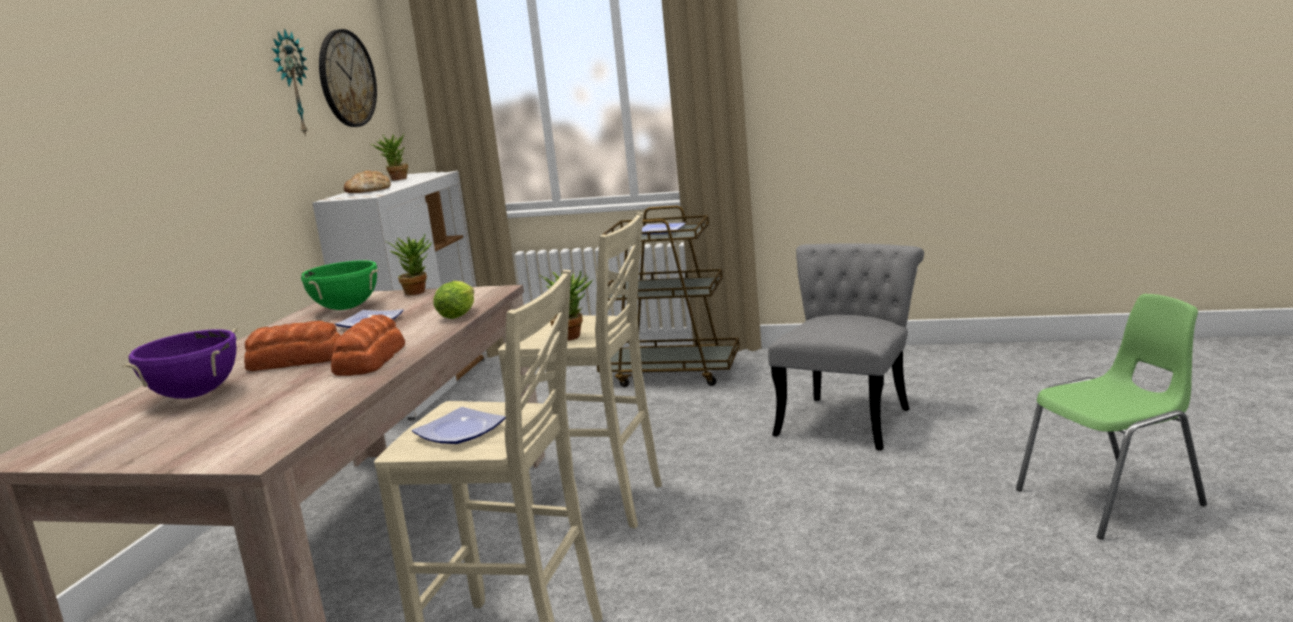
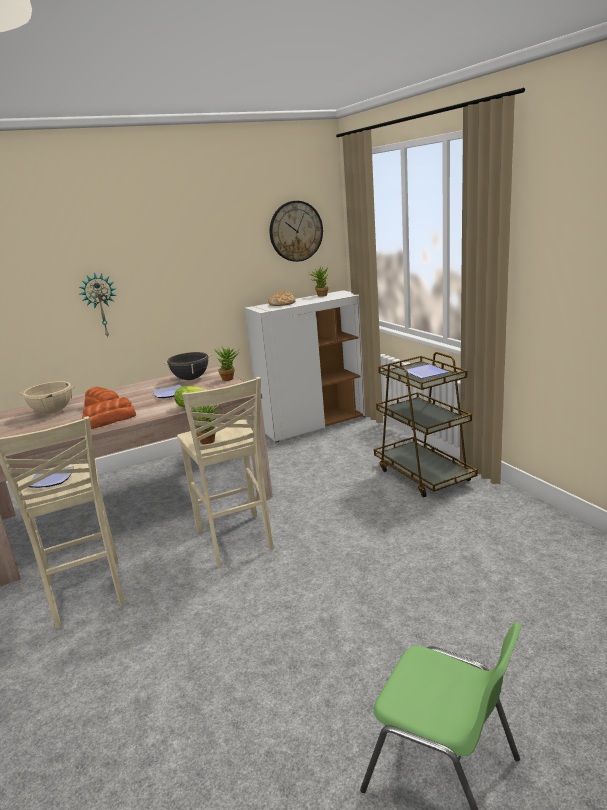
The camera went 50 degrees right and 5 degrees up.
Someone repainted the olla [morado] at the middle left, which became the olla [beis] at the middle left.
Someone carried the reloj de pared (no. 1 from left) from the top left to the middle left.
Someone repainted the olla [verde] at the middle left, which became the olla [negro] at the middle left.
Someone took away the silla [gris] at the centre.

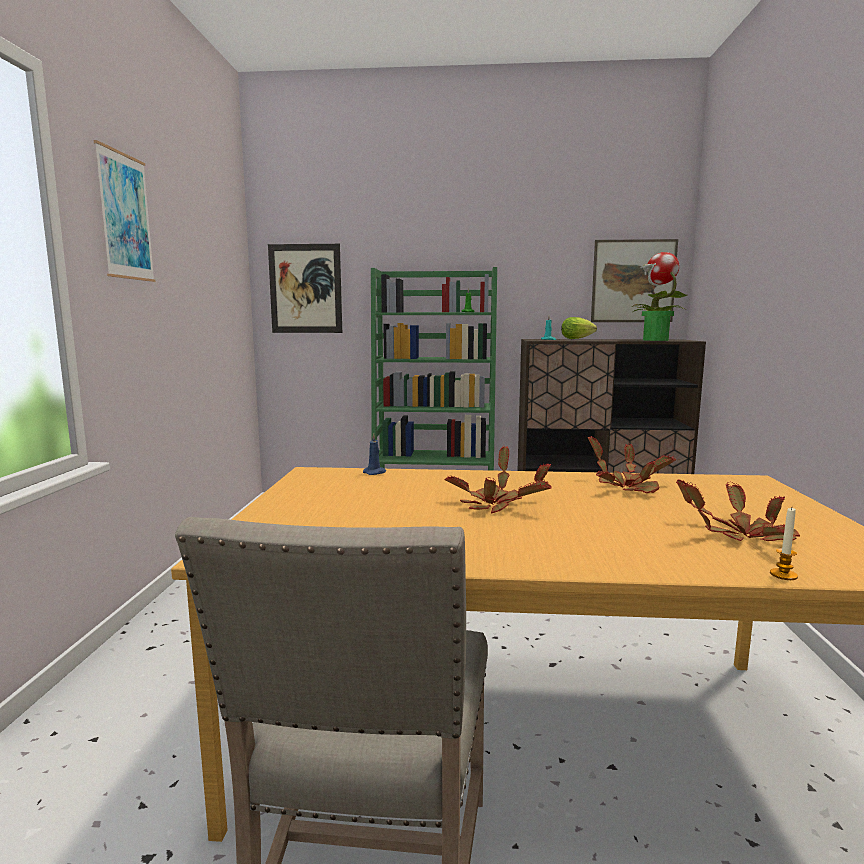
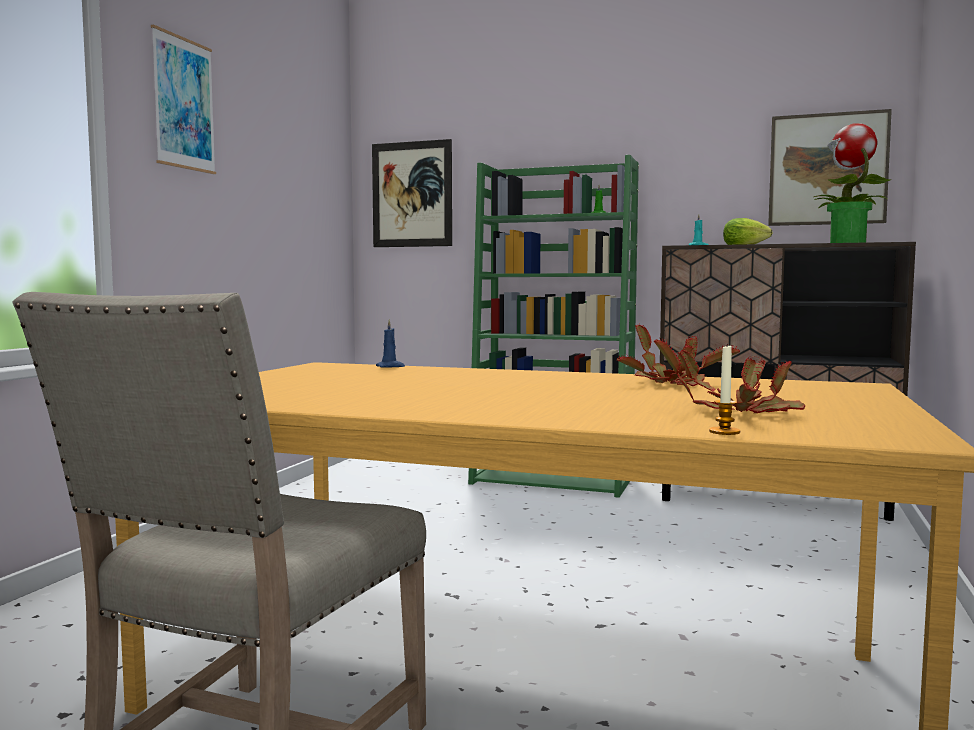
The camera went 15 degrees right and 5 degrees down.
Someone took away the planta en maceta (no. 1 from left) at the centre.

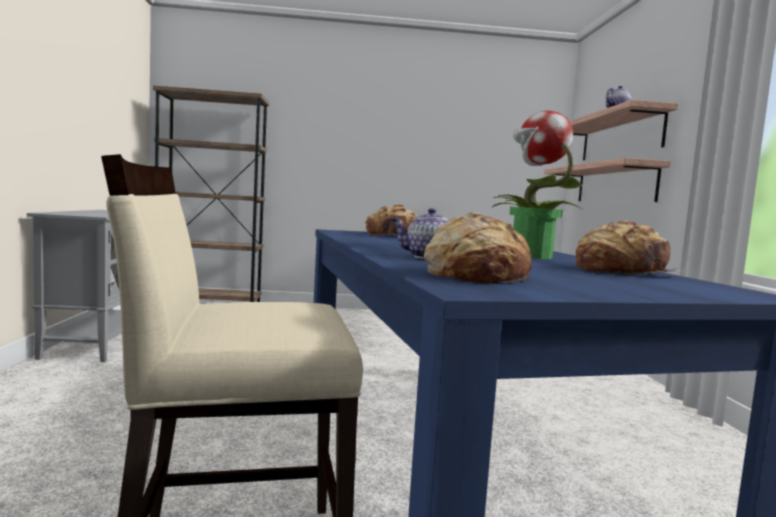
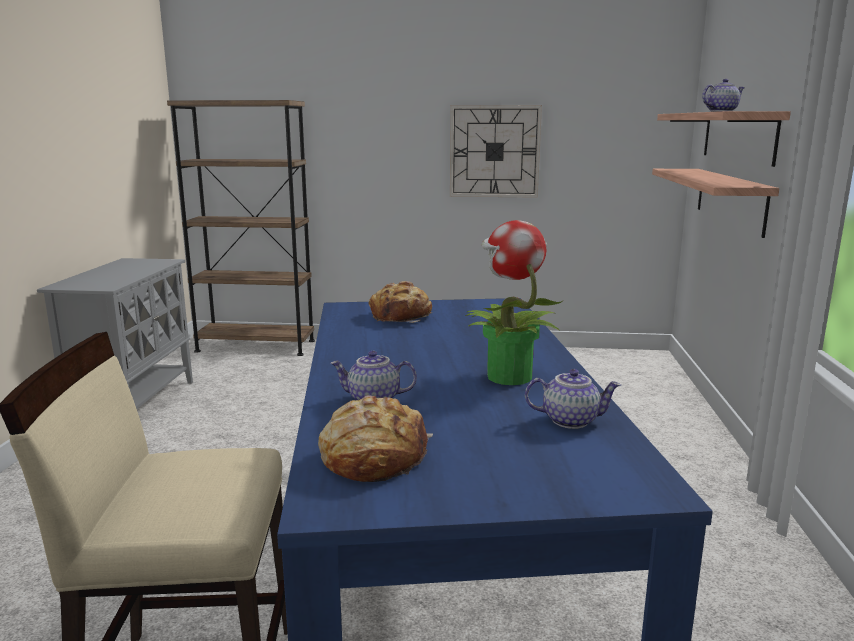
The camera went 10 degrees right and 10 degrees up.
Someone put up the reloj de pared at the top centre.
Someone swapped the pan (no. 3 from left) at the middle right for the tetera (no. 2 from left) at the middle right.

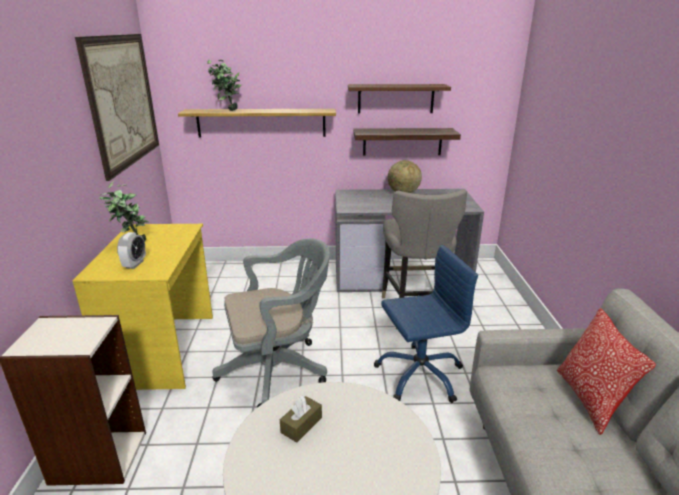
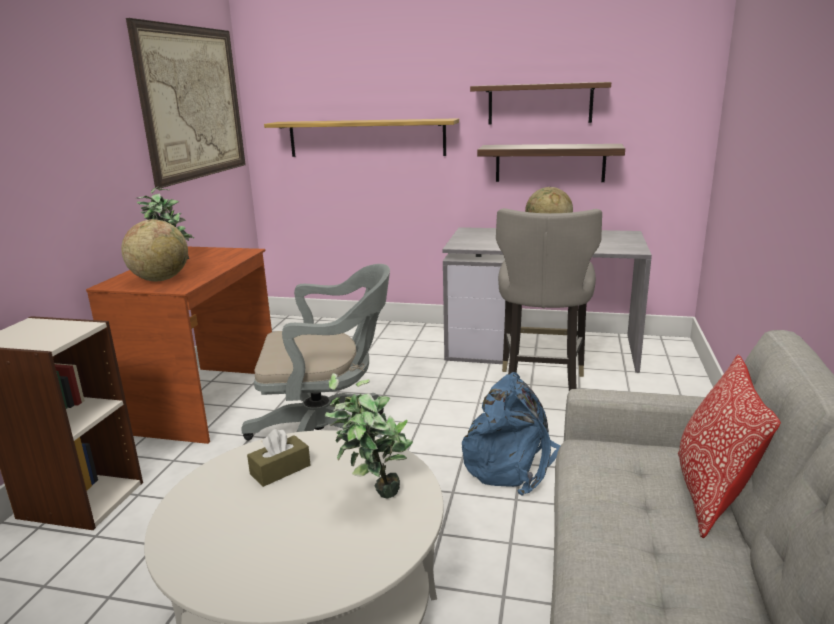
The camera went 15 degrees right and 5 degrees down.
Someone repainted the escritorio [amarillo] at the middle left, which became the escritorio [marrón] at the middle left.
Someone swapped the despertador at the middle left for the globo terráqueo (no. 1 from left) at the middle left.
Someone carried the planta en maceta (no. 2 from left) from the top left to the bottom centre.
Someone swapped the silla de oficina [azul] at the centre for the mochila [azul] at the bottom centre.

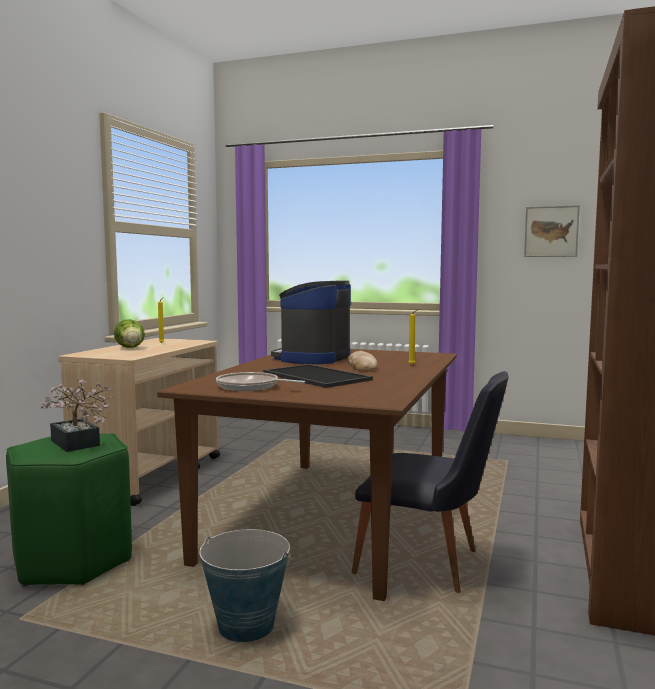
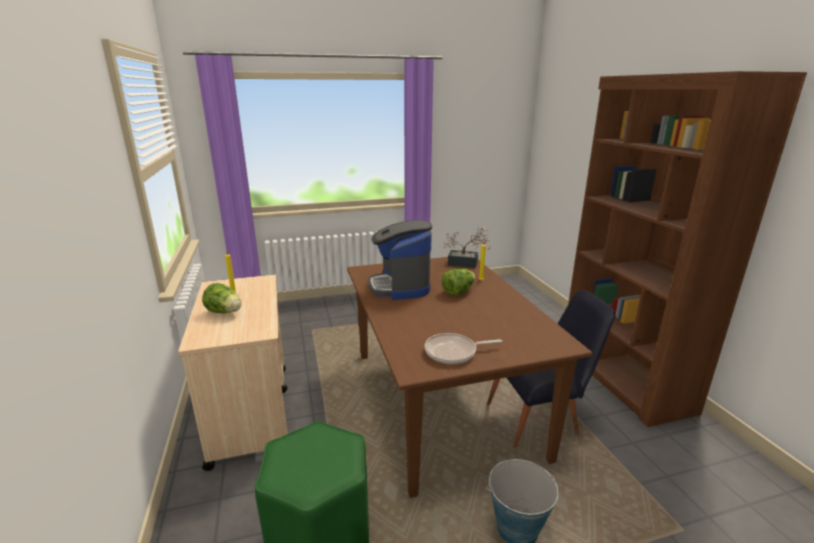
The camera went 35 degrees left and 15 degrees up.
Someone swapped the pan at the centre for the lechuga (no. 2 from left) at the centre.
Someone carried the planta en maceta from the middle left to the centre.
Someone took away the bandeja at the centre.
Someone took away the cuadro at the middle right.

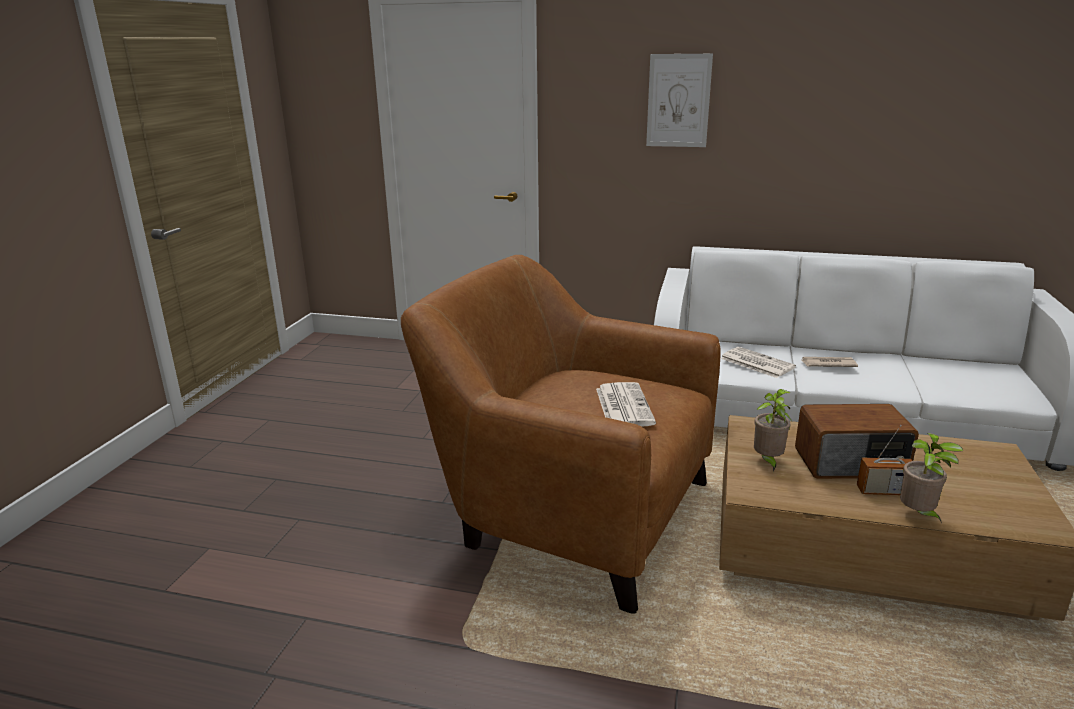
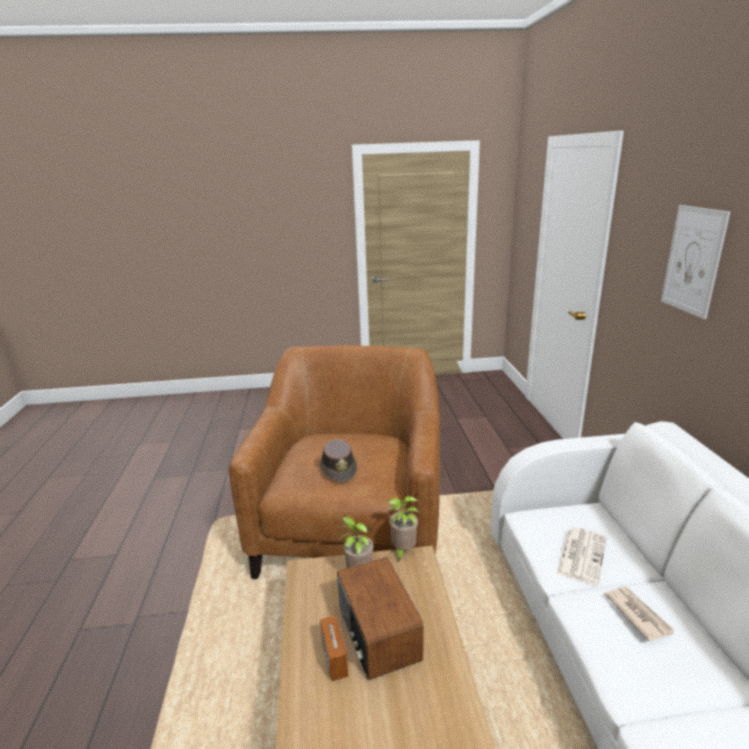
The camera went 70 degrees right and 0 degrees up.
Someone swapped the periódico (no. 1 from left) at the centre for the sombrero [marrón] at the centre.
Someone carried the planta en maceta (no. 2 from left) from the bottom right to the bottom centre.

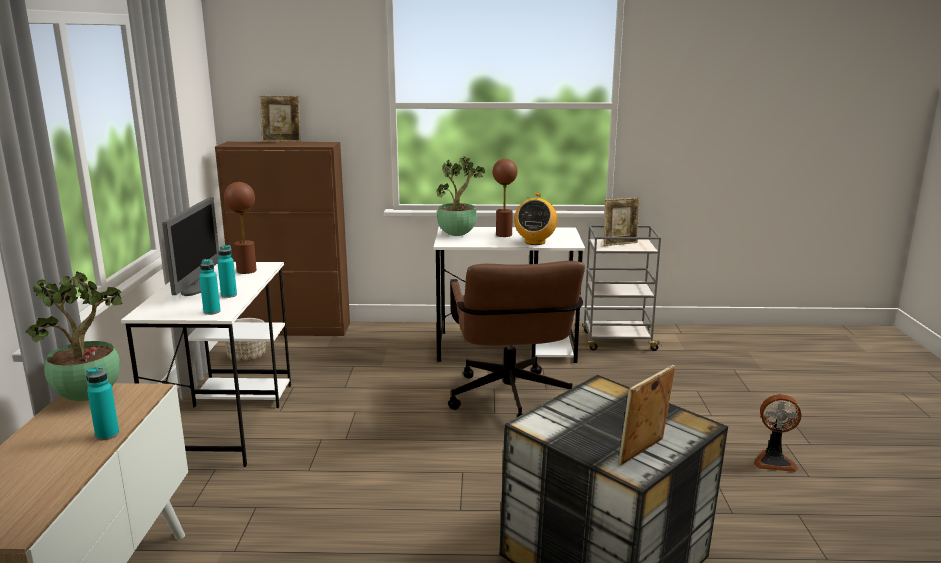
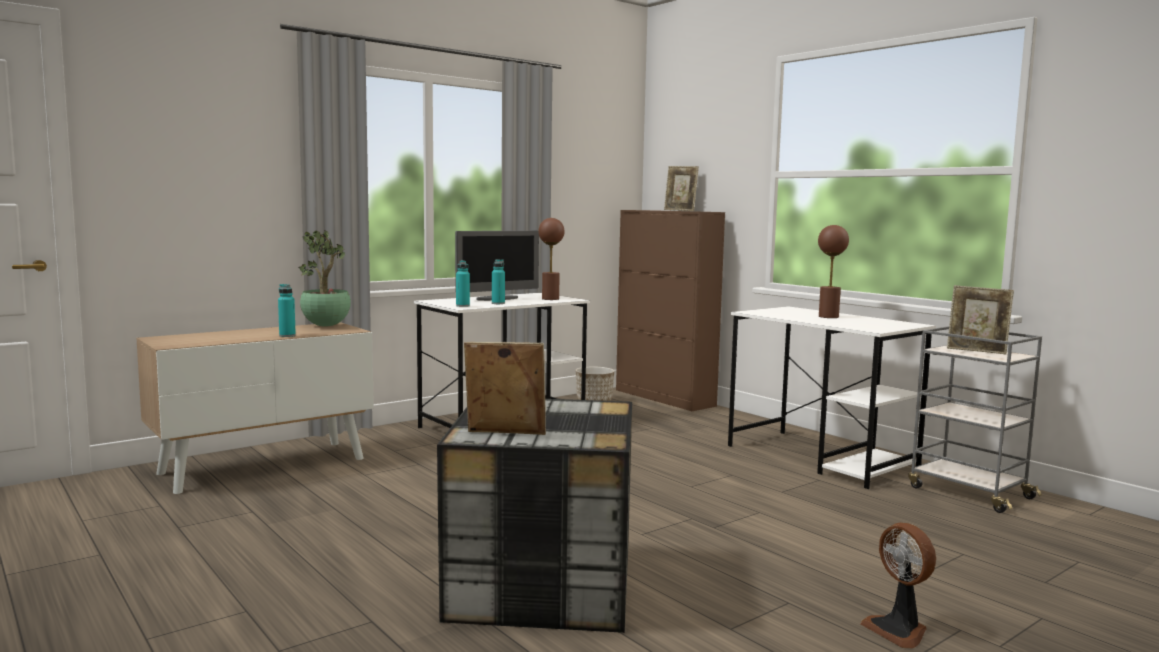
The camera went 50 degrees right and 10 degrees down.
Someone took away the planta en maceta (no. 2 from left) at the centre.
Someone took away the silla de oficina [marrón] at the centre.
Someone took away the radio at the centre.

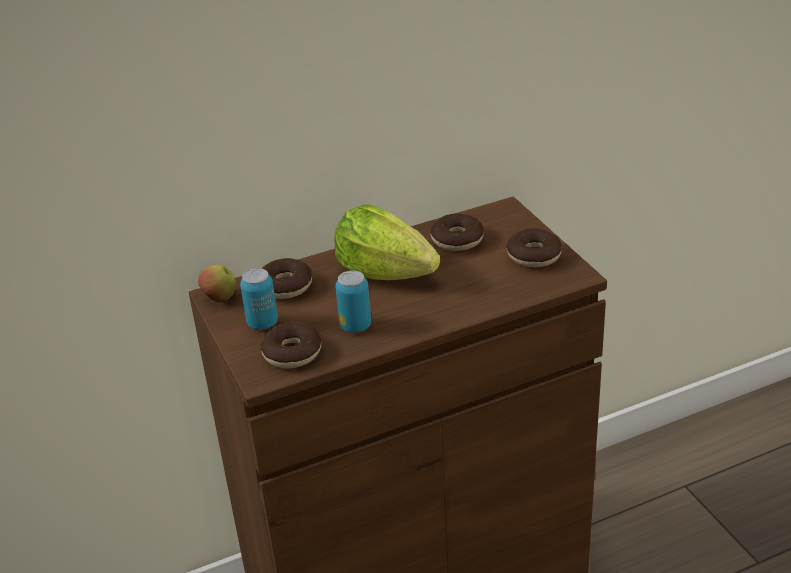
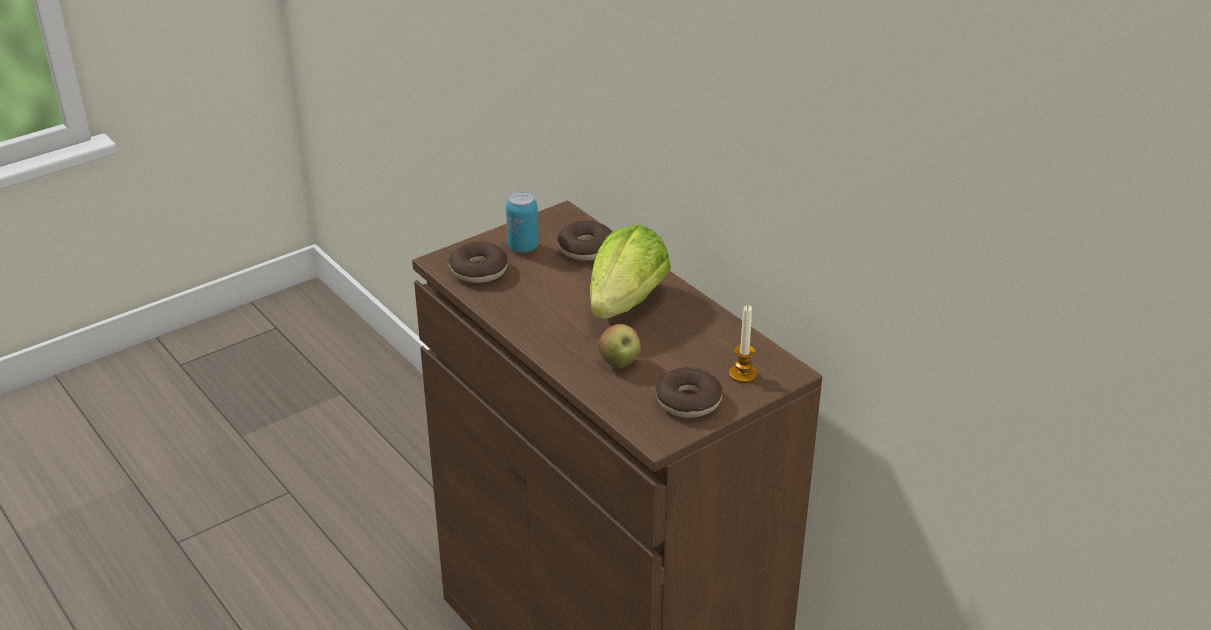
The camera went 75 degrees right and 0 degrees up.
Someone carried the manzana from the middle left to the centre.
Someone put down the vela at the centre.
Someone took away the lata (no. 2 from left) at the centre.
Someone took away the rosquilla (no. 3 from left) at the centre.

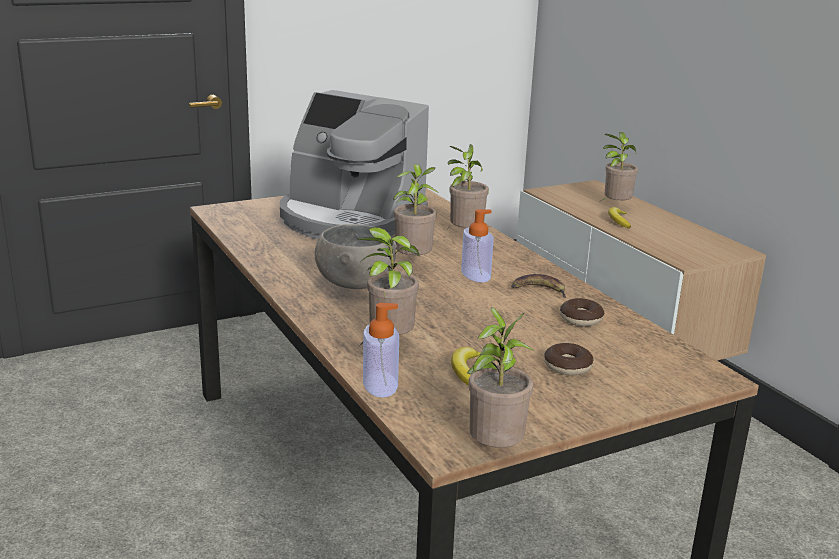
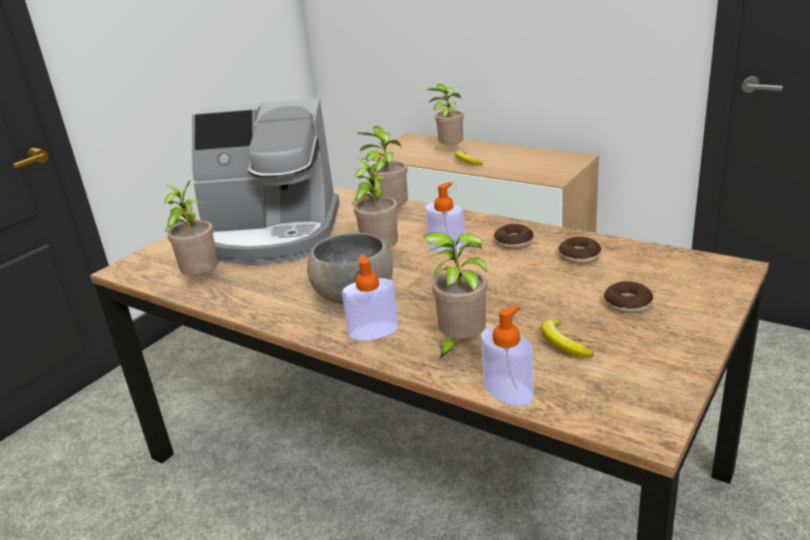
The camera went 25 degrees left and 5 degrees up.
Someone carried the planta en maceta (no. 4 from left in the first image) from the bottom centre to the middle left.
Someone put down the dispensador de jabón (no. 1 from left) at the centre.
Someone swapped the plátano (no. 2 from left) at the centre for the rosquilla (no. 1 from left) at the centre.

